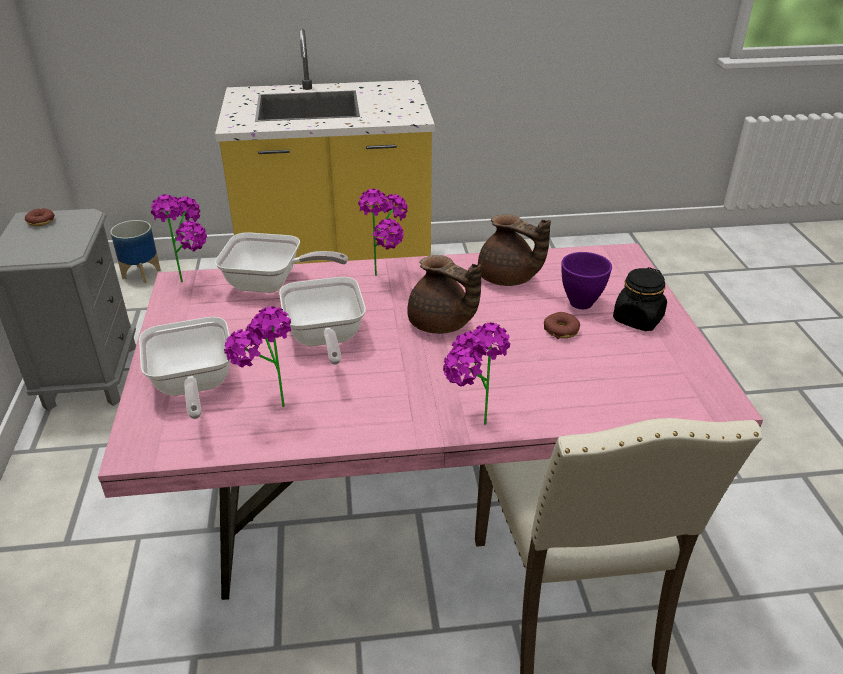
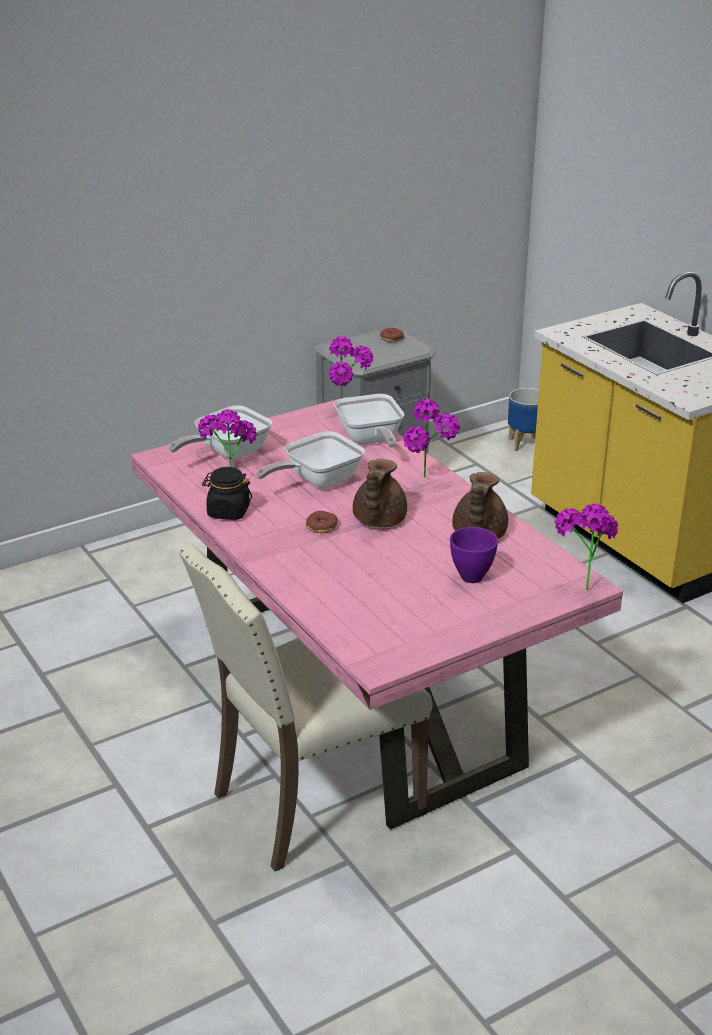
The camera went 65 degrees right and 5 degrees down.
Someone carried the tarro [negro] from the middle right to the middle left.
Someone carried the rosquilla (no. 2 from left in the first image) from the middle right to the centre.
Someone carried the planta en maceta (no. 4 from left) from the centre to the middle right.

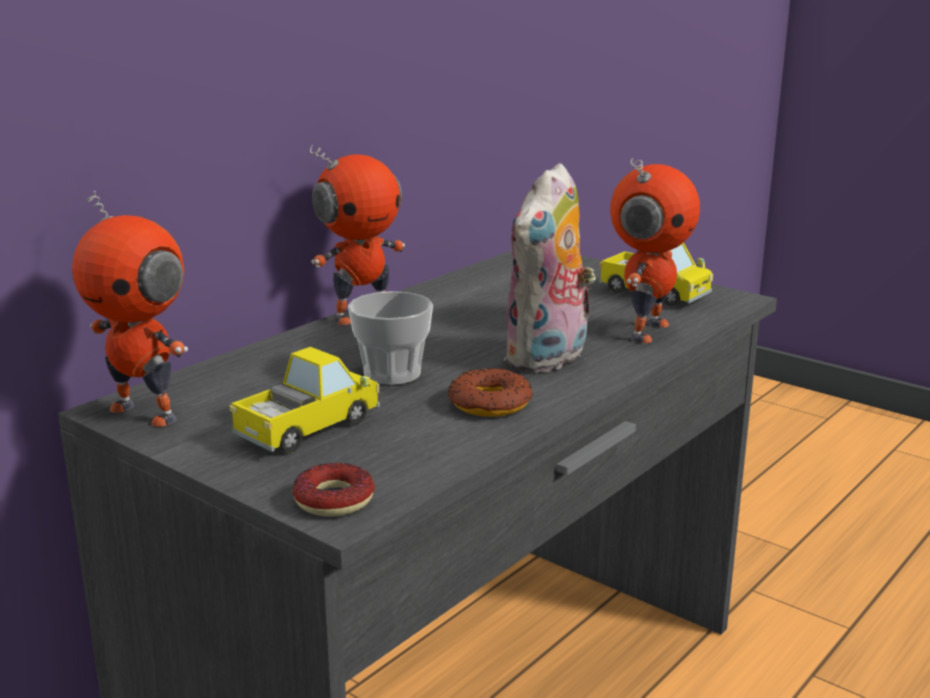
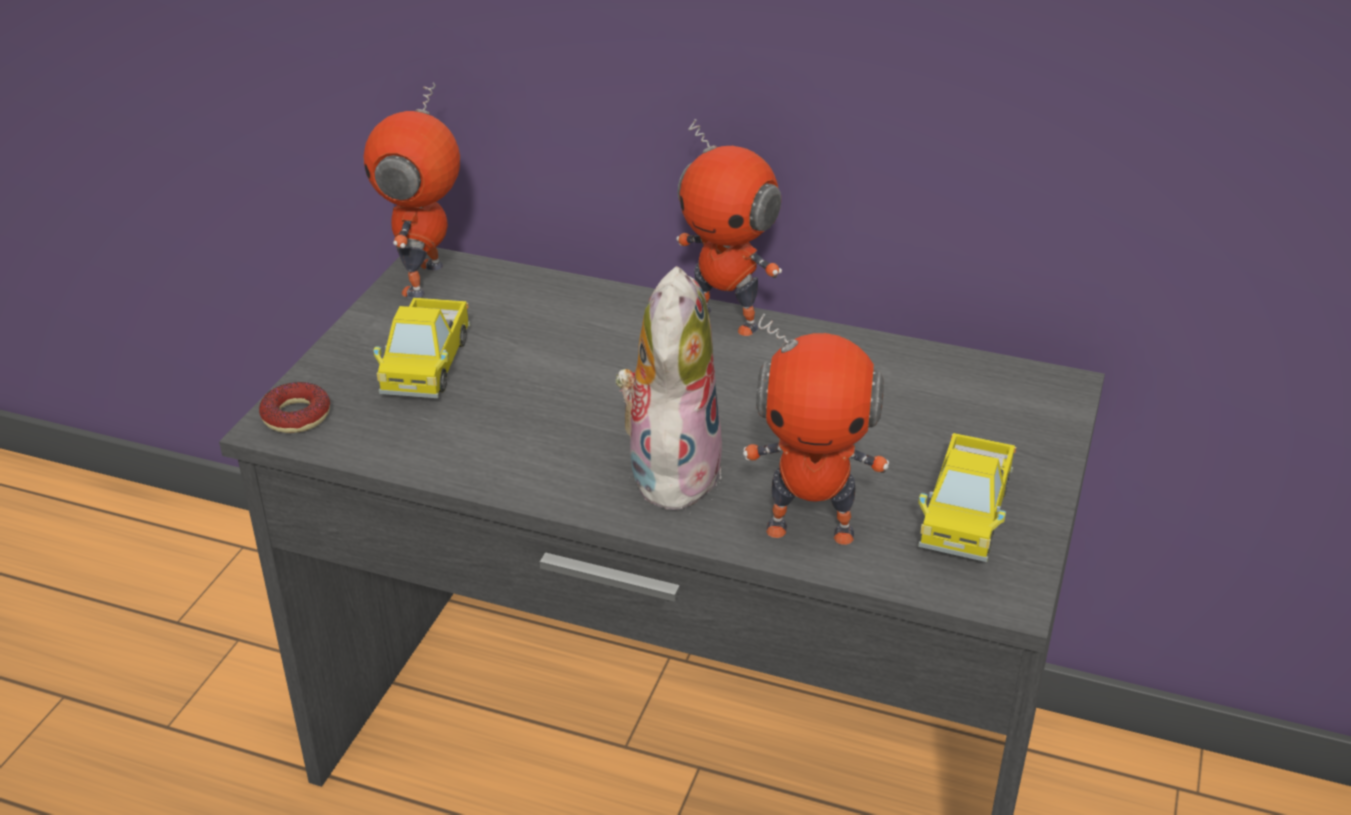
The camera went 70 degrees right and 15 degrees up.
Someone rotated the camión de juguete (no. 1 from left) at the middle left by 75 degrees clockwise.
Someone rotated the peluche at the centre by 90 degrees clockwise.
Someone took away the taza at the centre.
Someone took away the rosquilla (no. 2 from left) at the centre.

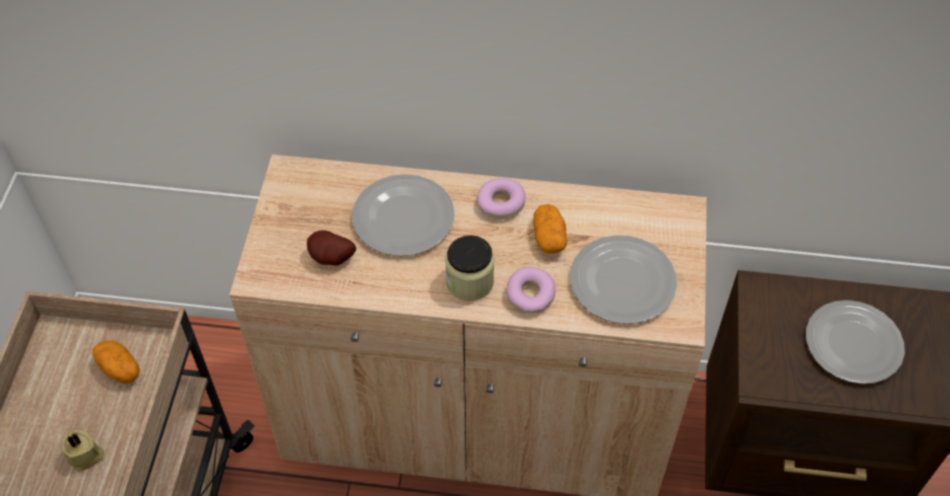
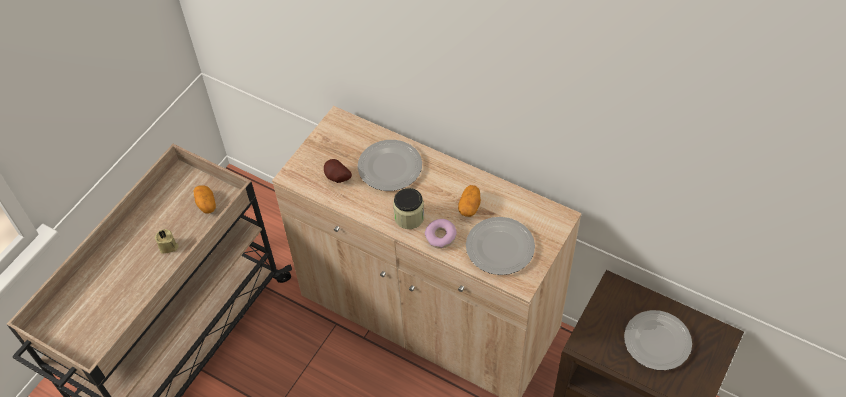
The camera went 25 degrees right and 0 degrees up.
Someone took away the rosquilla (no. 1 from left) at the centre.

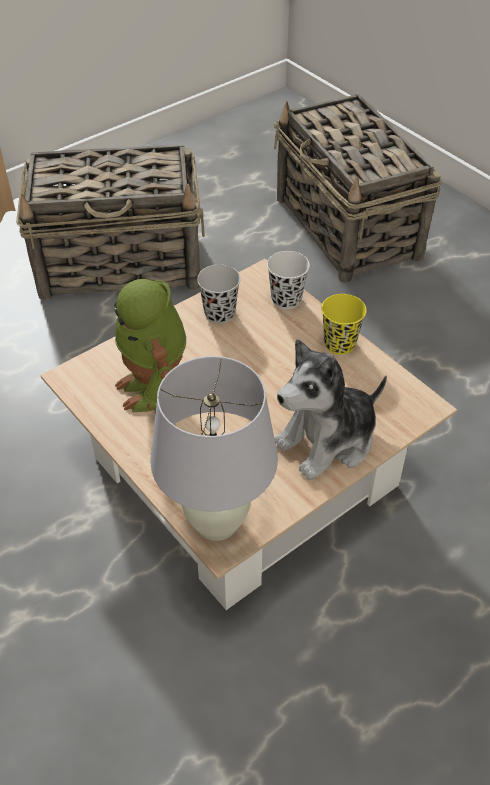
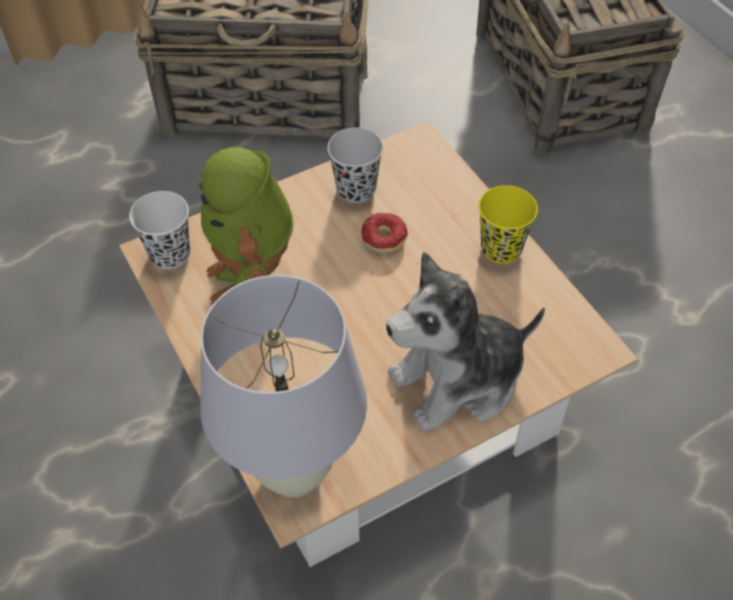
The camera went 10 degrees right and 5 degrees up.
Someone carried the taza [blanco] from the centre to the middle left.
Someone put down the rosquilla at the centre.

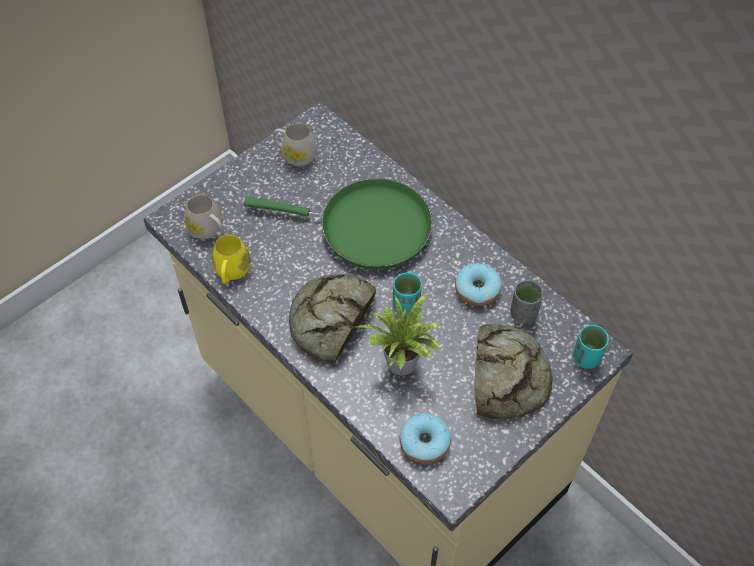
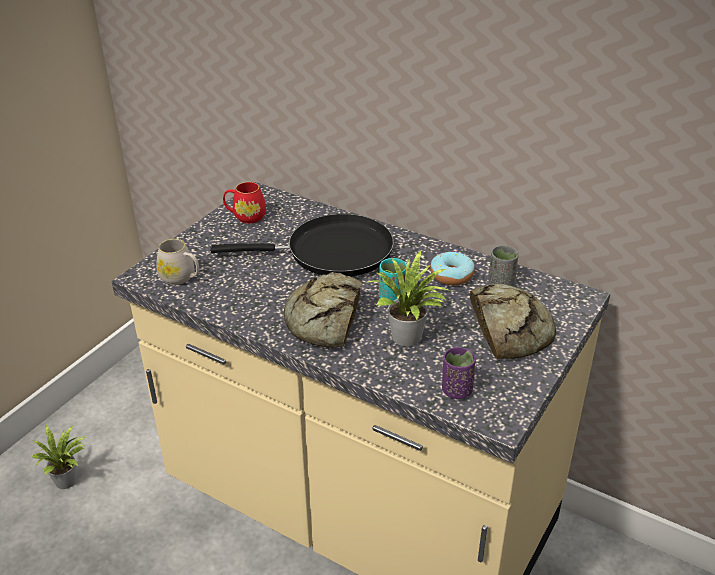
The camera went 15 degrees left and 20 degrees down.
Someone put down the planta en maceta (no. 1 from left) at the bottom left.
Someone repainted the sartén [verde] at the centre, which became the sartén [negro] at the centre.
Someone repainted the taza grande [blanco] (no. 2 from left) at the top centre, which became the taza grande [rojo] at the centre.
Someone swapped the rosquilla (no. 1 from left) at the bottom centre for the taza [morado] at the centre.
Someone took away the taza grande [amarillo] at the middle left.
Someone took away the taza [turquesa] (no. 2 from left) at the middle right.

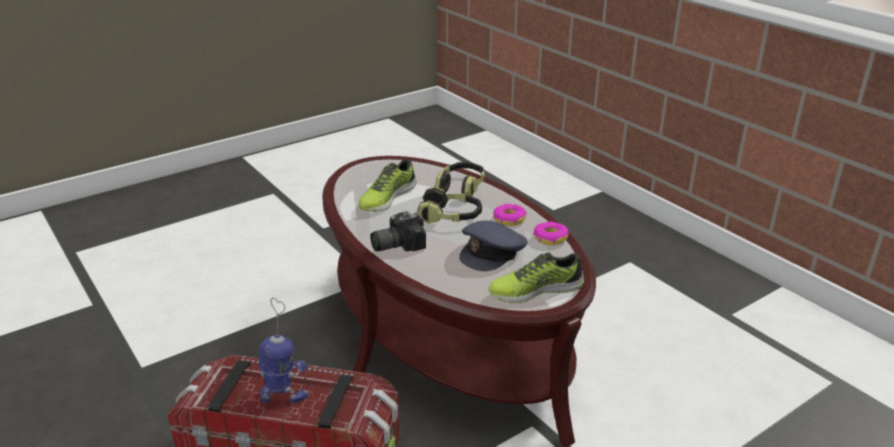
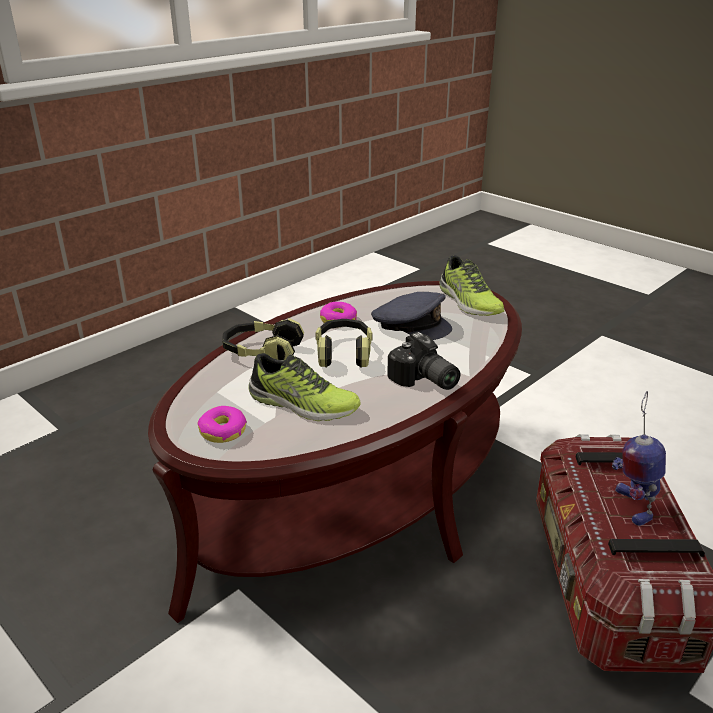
The camera went 100 degrees left and 0 degrees up.
Someone carried the rosquilla (no. 2 from left in the first image) from the centre to the middle left.

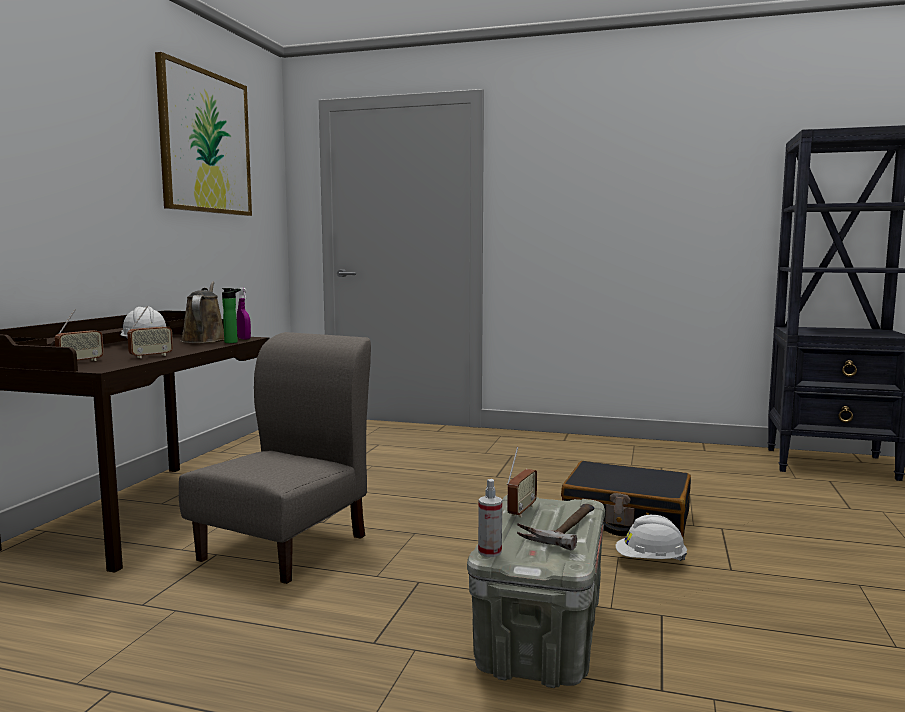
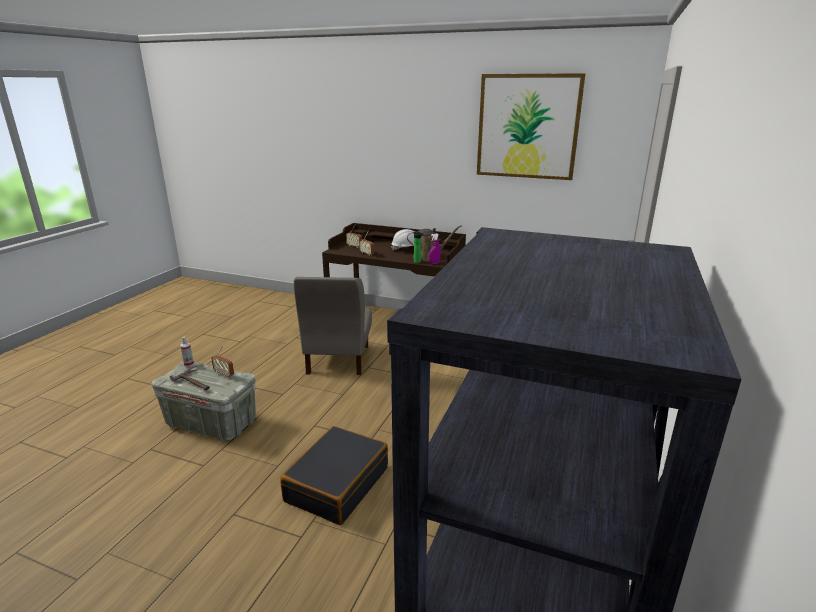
The camera went 95 degrees right and 15 degrees up.
Someone rotated the silla [gris] at the middle left by 60 degrees clockwise.
Someone took away the casco [blanco] (no. 2 from left) at the bottom right.

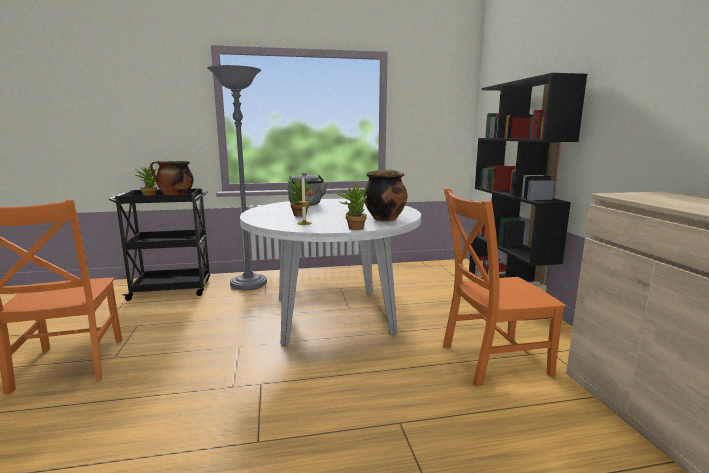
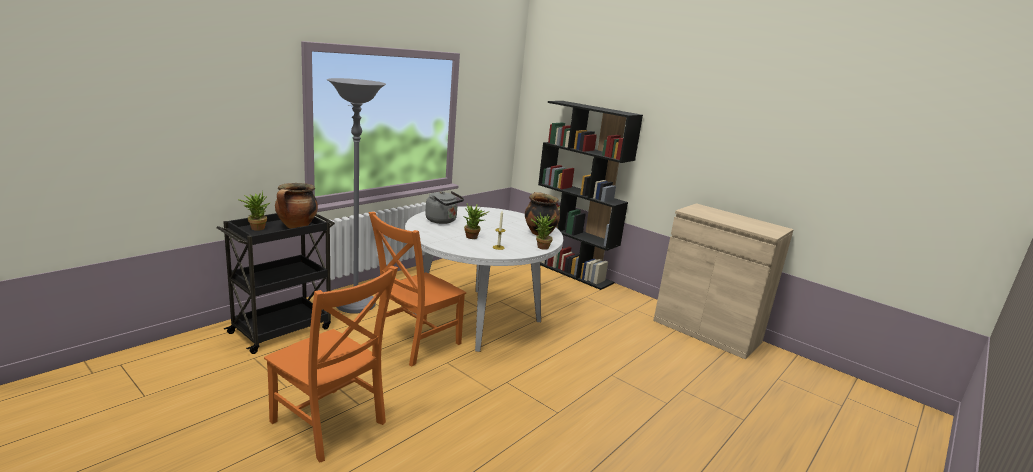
The camera went 40 degrees left and 5 degrees up.
Someone carried the silla [naranja] (no. 2 from left) from the middle right to the centre.

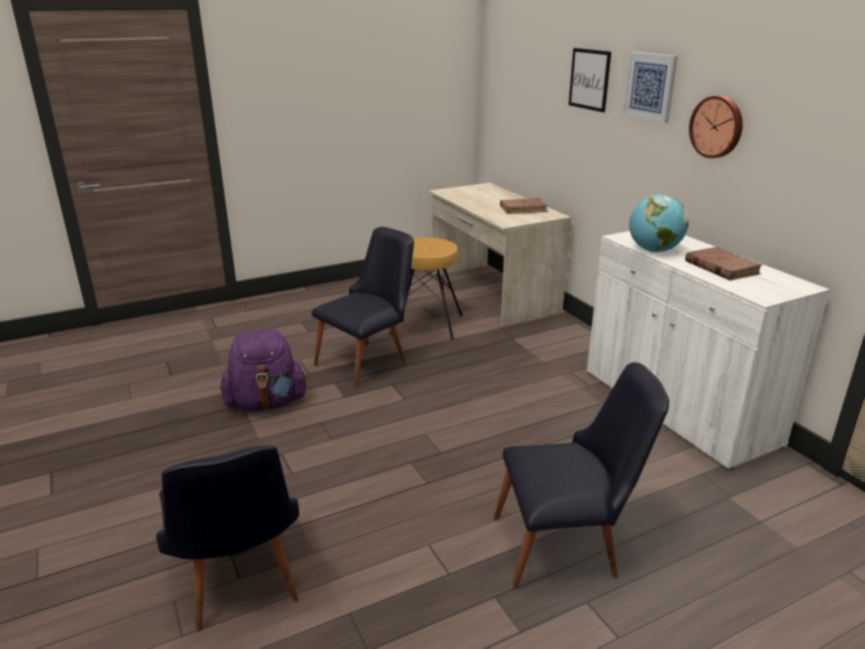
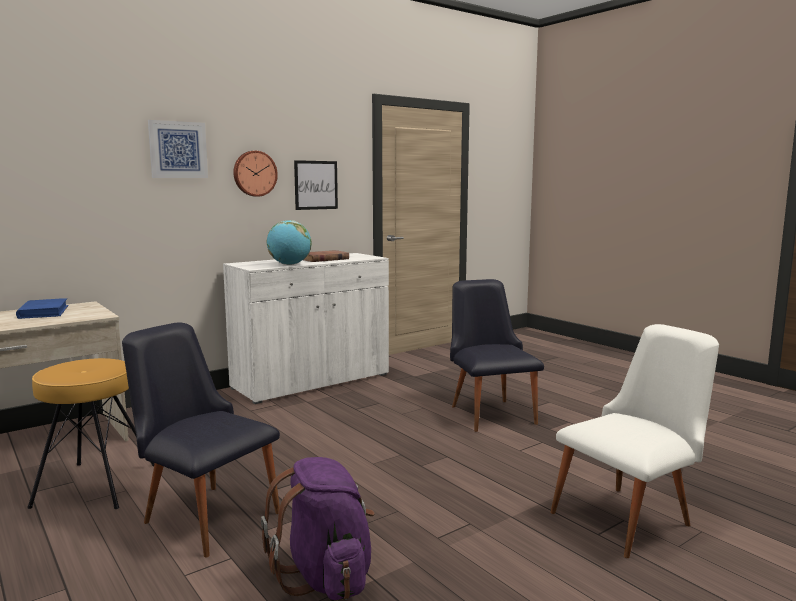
The camera went 100 degrees left and 15 degrees down.
Someone repainted the libro [marrón] (no. 1 from left) at the top centre, which became the libro [azul] at the middle left.
Someone carried the cuadro (no. 1 from left in the first image) from the top right to the top centre.
Someone repainted the silla [negro] (no. 1 from left) at the bottom left, which became the silla [blanco] at the bottom right.

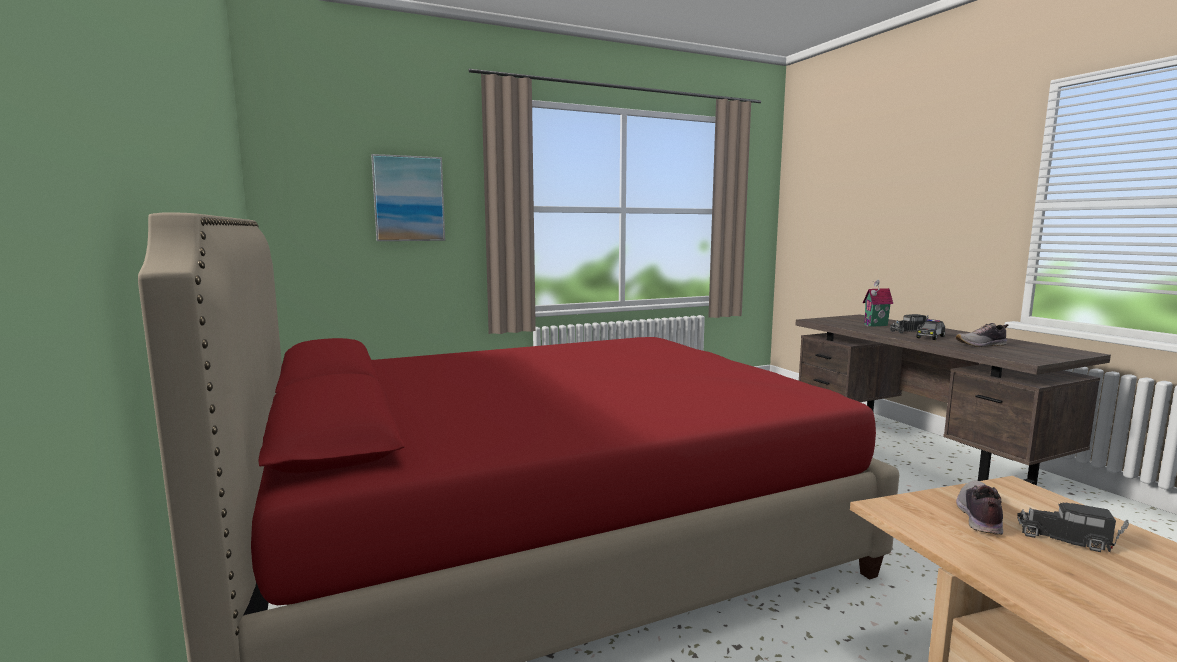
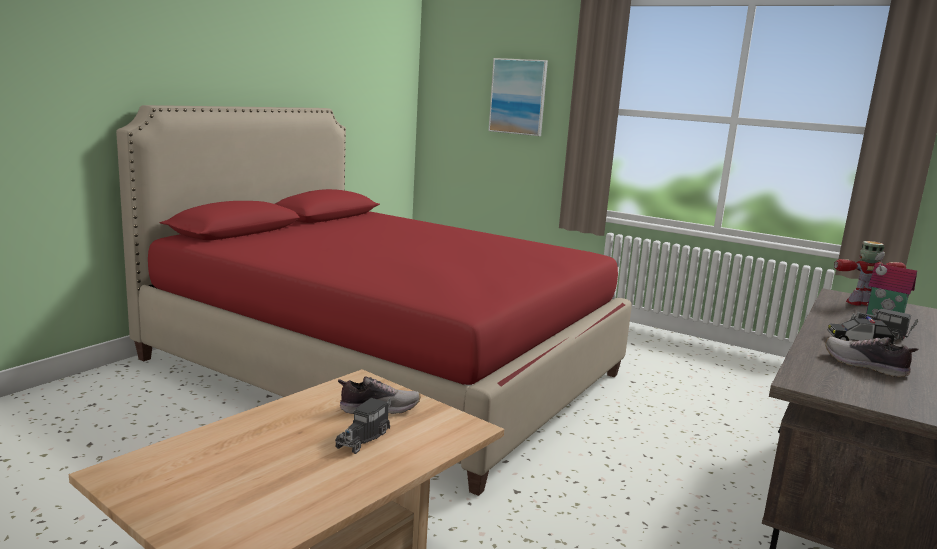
The camera went 55 degrees right and 5 degrees up.
Someone rotated the camión de juguete (no. 2 from left in the first image) at the bottom right by 150 degrees counterclockwise.
Someone put down the robot de juguete at the middle right.

